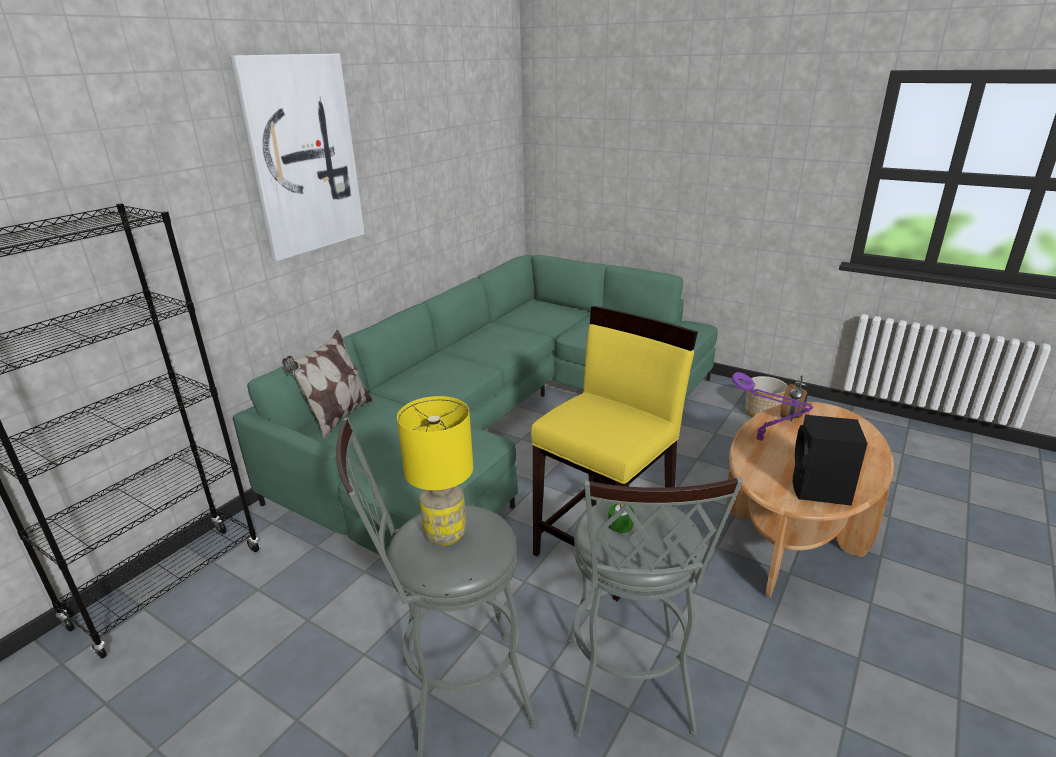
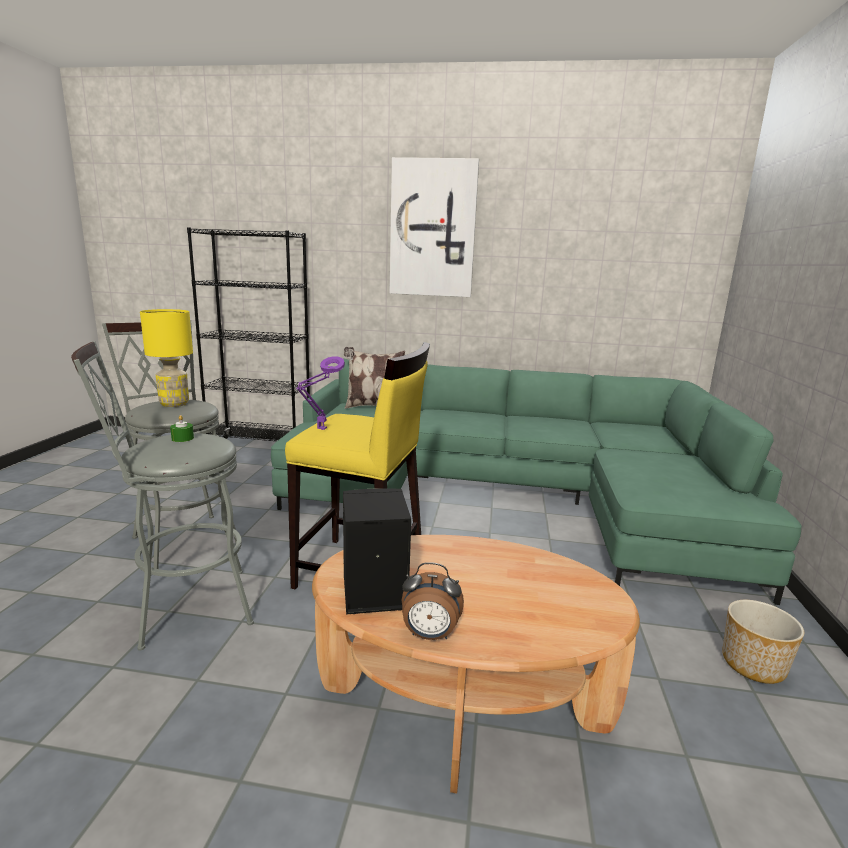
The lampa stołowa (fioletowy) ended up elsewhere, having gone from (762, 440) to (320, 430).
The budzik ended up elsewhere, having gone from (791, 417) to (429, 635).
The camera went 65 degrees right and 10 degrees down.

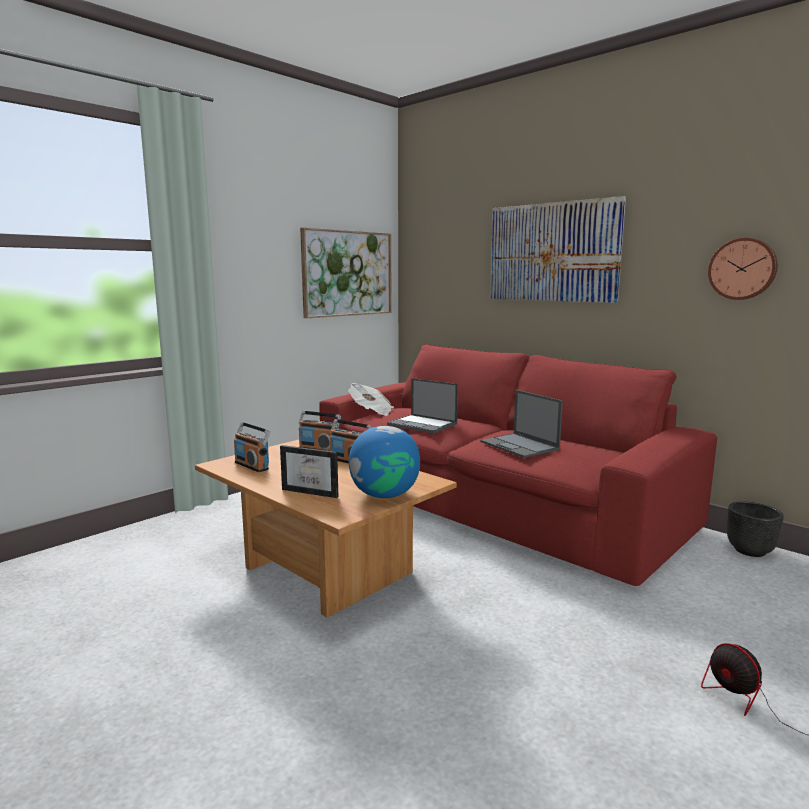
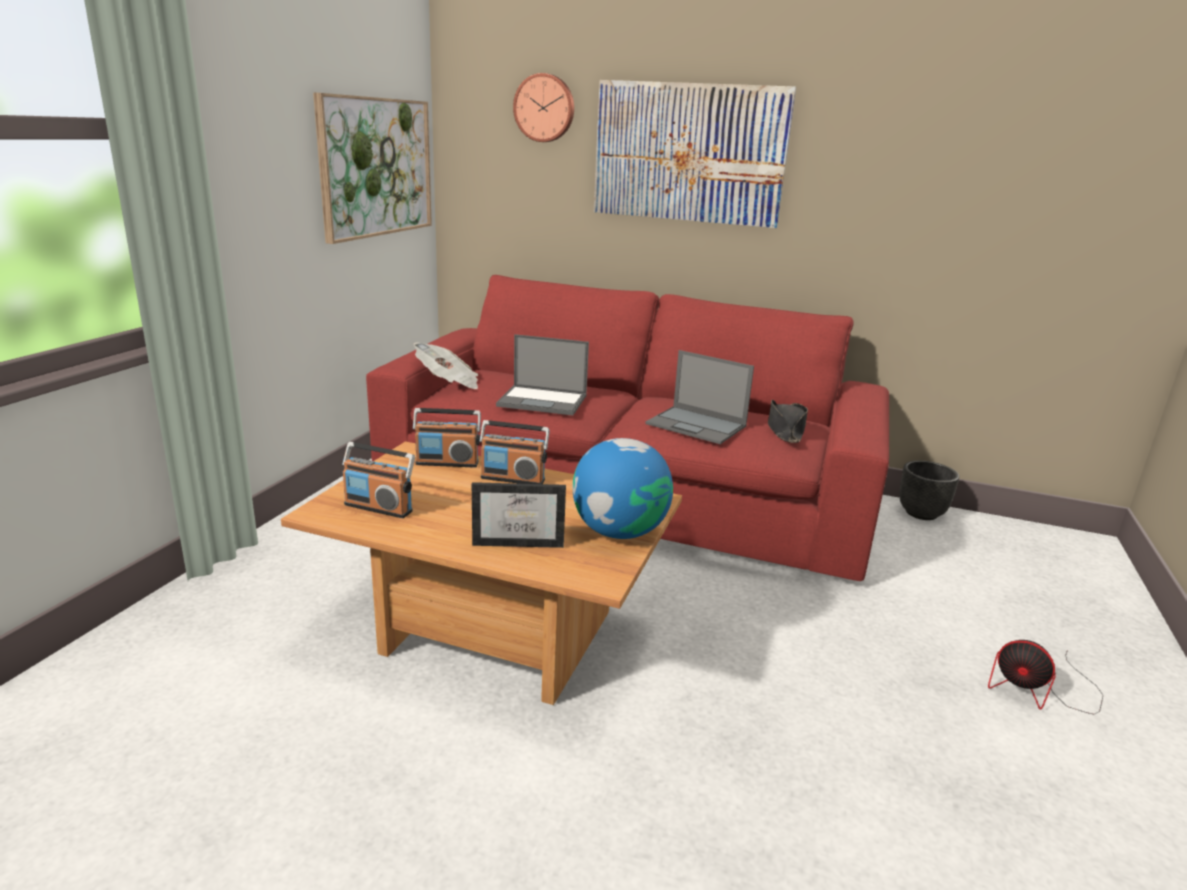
The zegar ścienny ended up elsewhere, having gone from (742, 269) to (545, 108).
The second view gained the kapelusz (czarny) at (785, 430).
The camera went 25 degrees left and 10 degrees up.

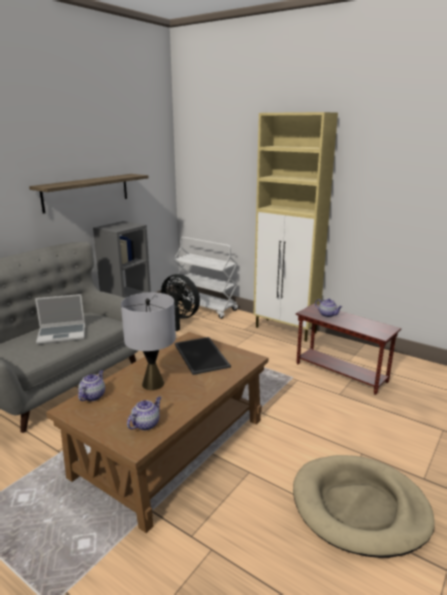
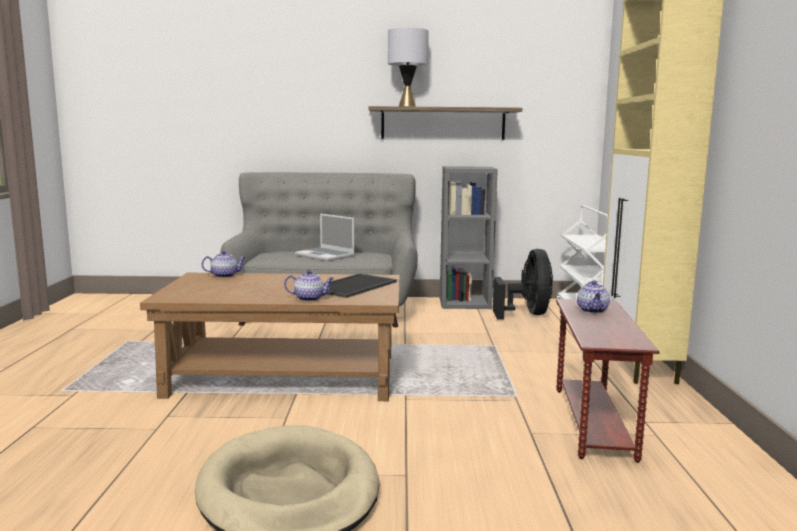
The lampa stołowa (szary) ended up elsewhere, having gone from (153, 384) to (407, 106).
The imbryk ended up elsewhere, having gone from (146, 424) to (310, 298).
The camera went 55 degrees right and 10 degrees down.

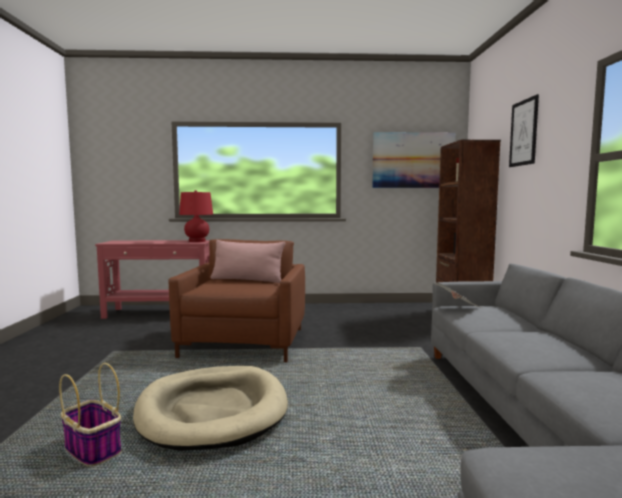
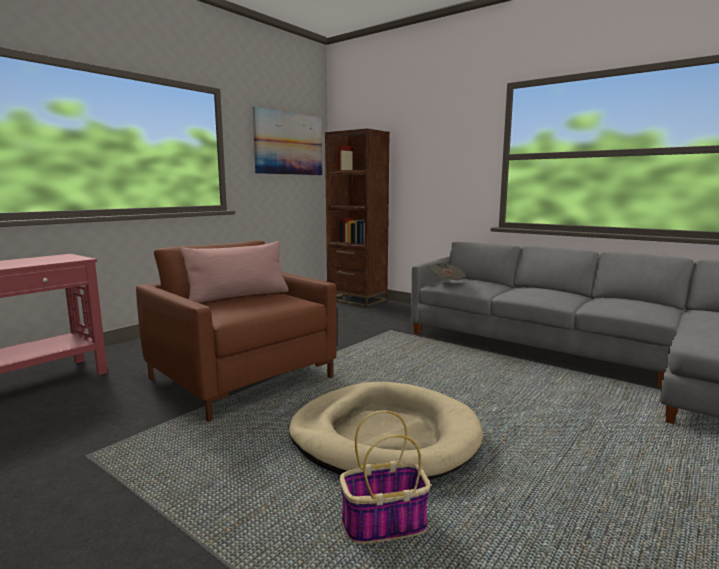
The second view lost the lampa stołowa (czerwony) at (197, 241).
The second view lost the obraz at (523, 133).
The camera went 50 degrees left and 5 degrees up.

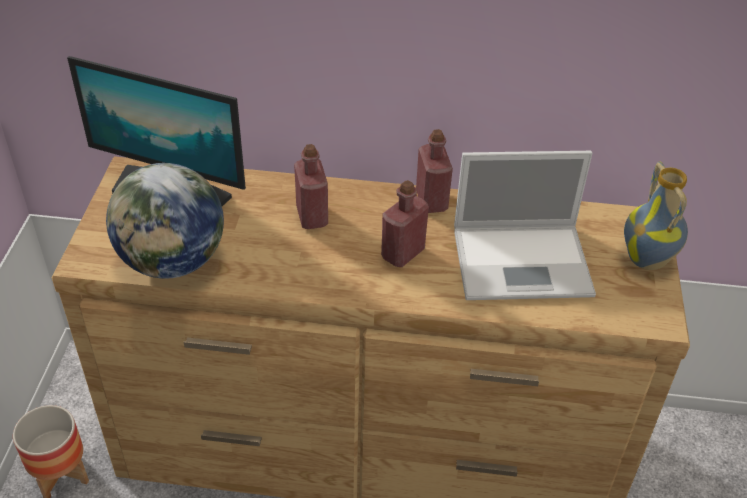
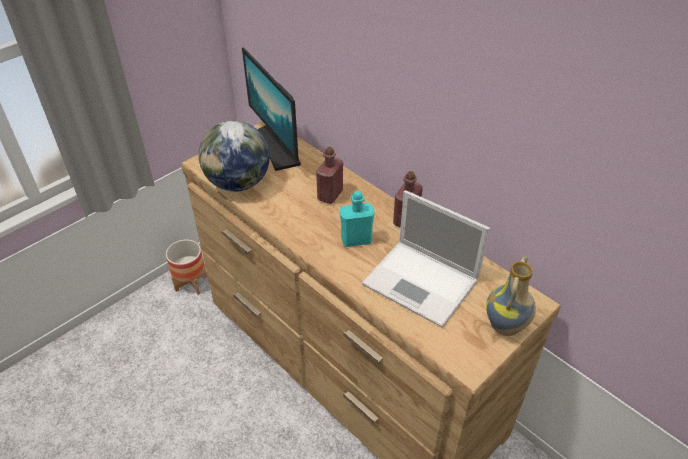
What was the butelka (czerwony) at (403, 253) turned into the butelka (turkusowy) at (356, 240).
The camera went 40 degrees right and 0 degrees up.

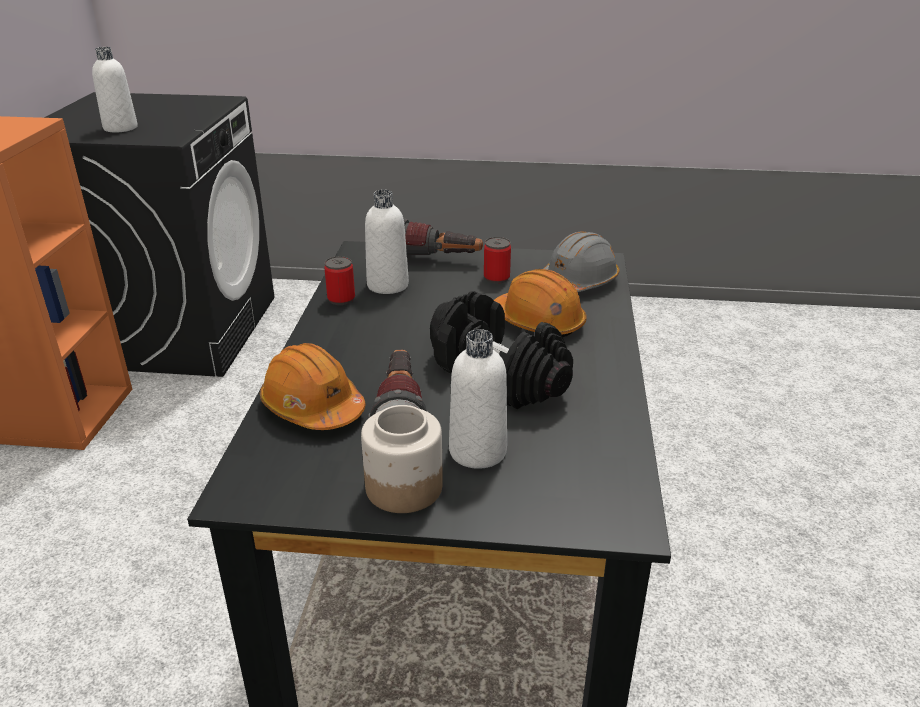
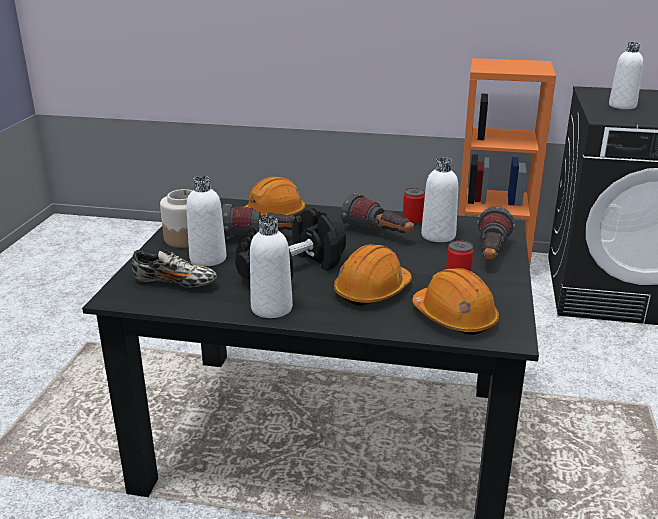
What was the kask (szary) at (578, 282) turned into the kask (pomarańczowy) at (454, 317).
The second view gained the but at (175, 283).
The second view gained the butelka (biały) at (271, 308).
The second view gained the latarka at (378, 234).
The camera went 95 degrees right and 5 degrees down.

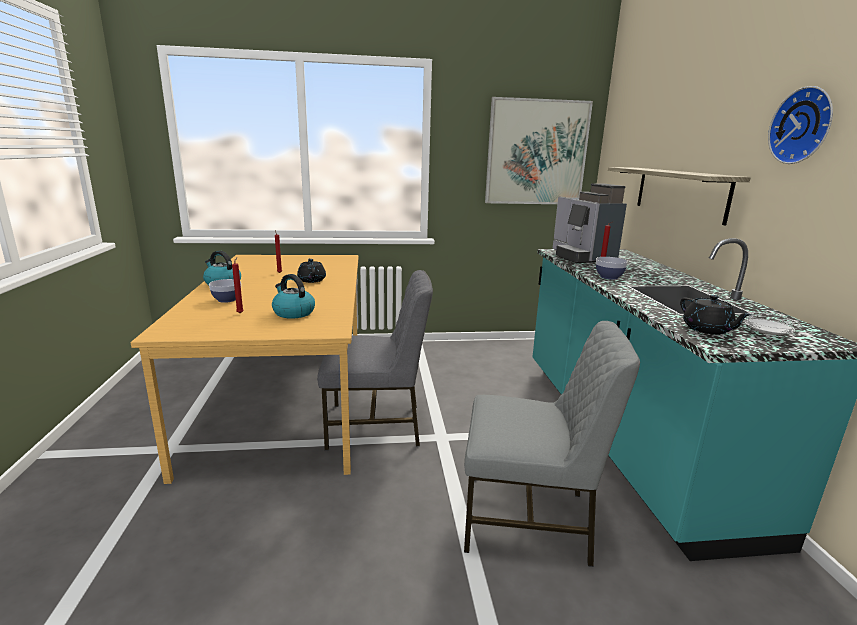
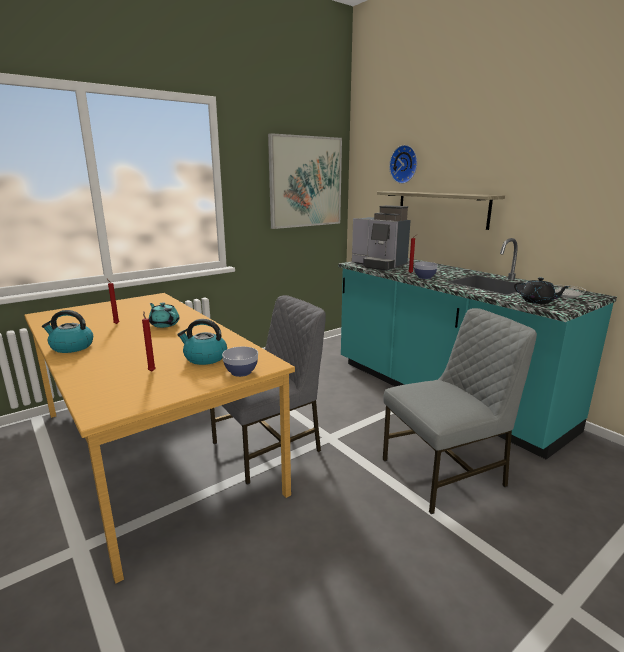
The miska ended up elsewhere, having gone from (226, 300) to (241, 372).
What was the imbryk (czarny) at (312, 280) turned into the imbryk (turkusowy) at (164, 324).
The zegar ścienny ended up elsewhere, having gone from (804, 126) to (405, 164).
The camera went 30 degrees left and 0 degrees up.

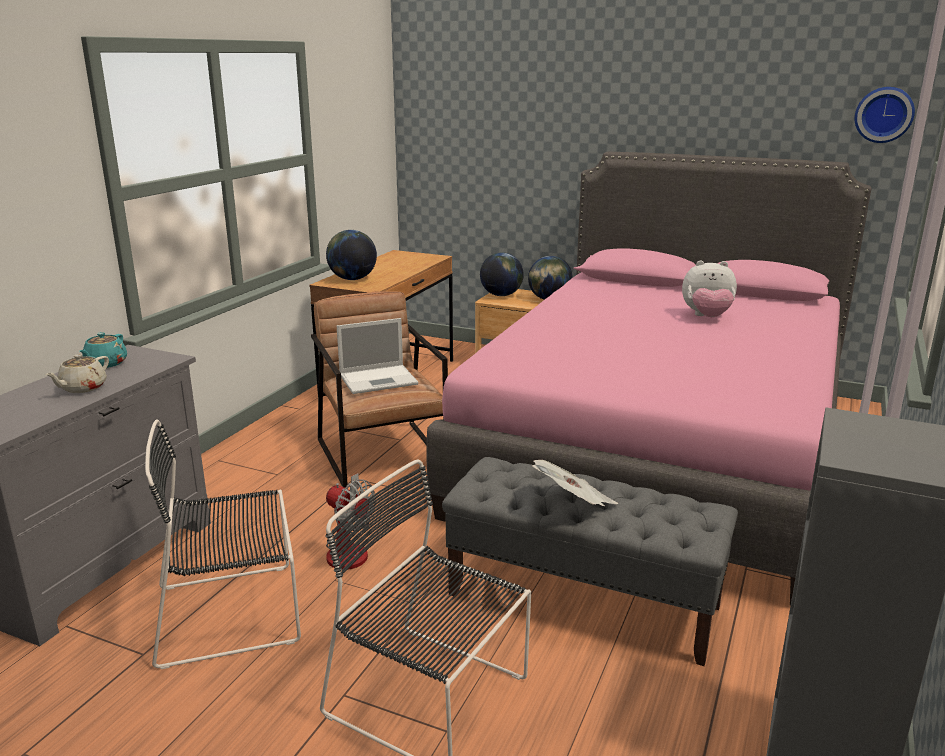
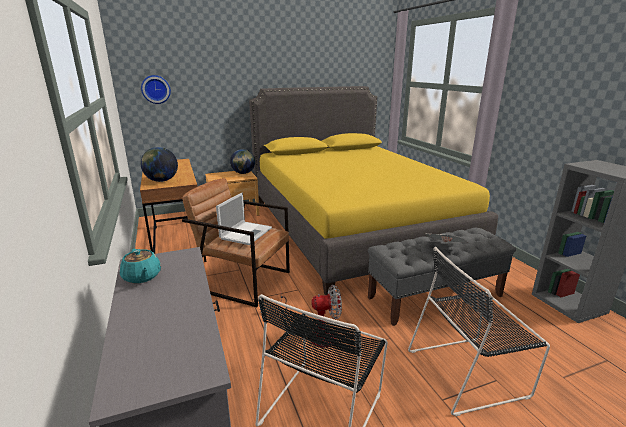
The second view lost the imbryk (beżowy) at (82, 388).
What was the łóżko (różowy) at (659, 448) turned into the łóżko (żółty) at (352, 227).
The second view lost the globus at (501, 295).
The second view lost the pluszak at (707, 317).
The zegar ścienny ended up elsewhere, having gone from (884, 114) to (156, 89).
The camera went 45 degrees left and 0 degrees up.

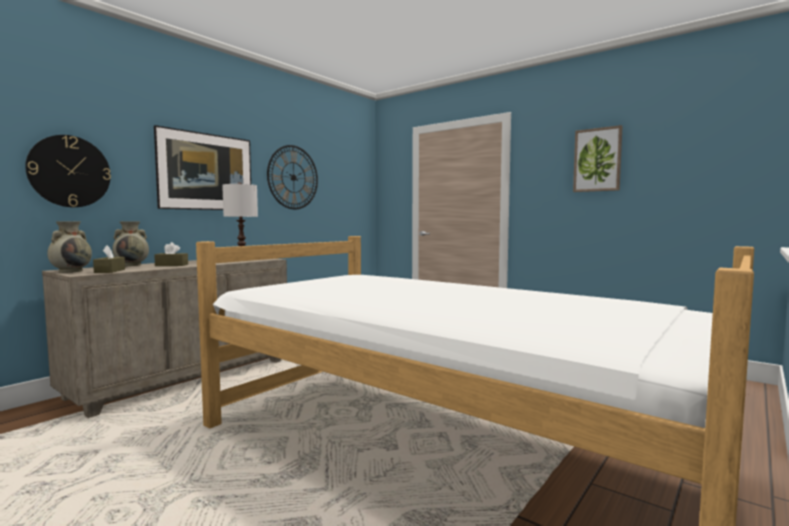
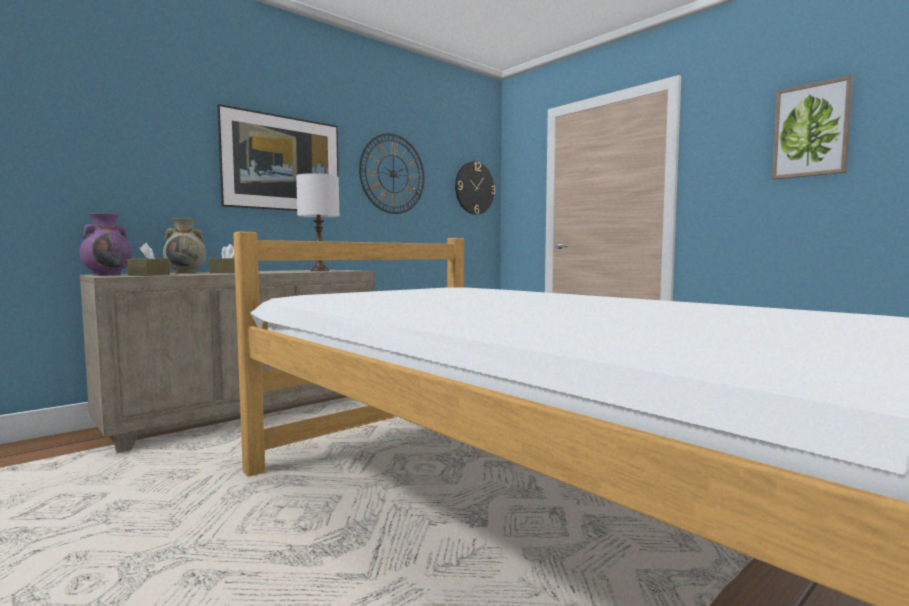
The zegar ścienny ended up elsewhere, having gone from (69, 171) to (474, 188).
What was the wazon (beżowy) at (71, 271) turned into the wazon (fioletowy) at (108, 275).
The camera went 10 degrees right and 0 degrees up.

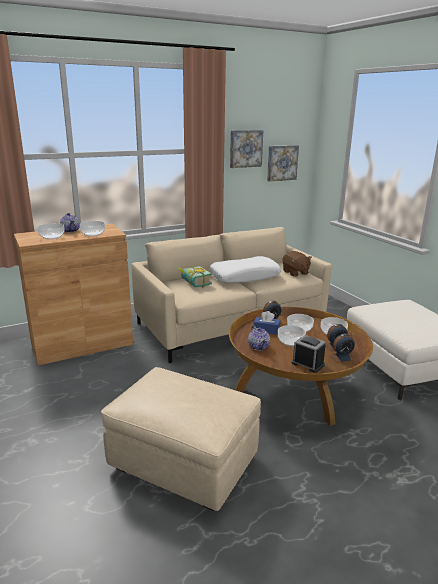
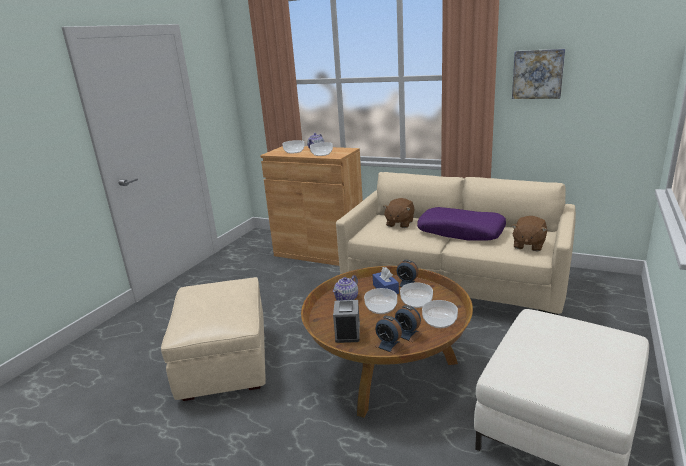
Where the książka stood at (193, 284), the pluszak (brązowy) came to stand at (399, 223).
What was the poduszka (biały) at (244, 277) turned into the poduszka (fioletowy) at (461, 232).
The second view lost the obraz at (281, 163).
The camera went 55 degrees right and 0 degrees up.

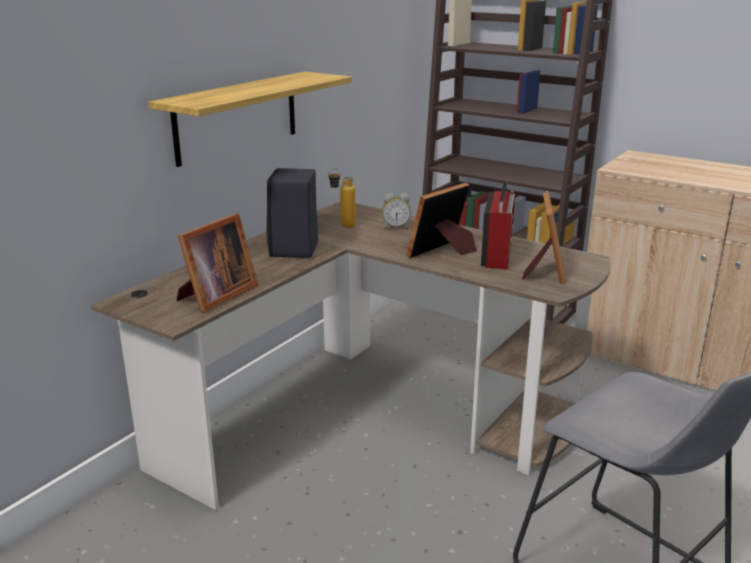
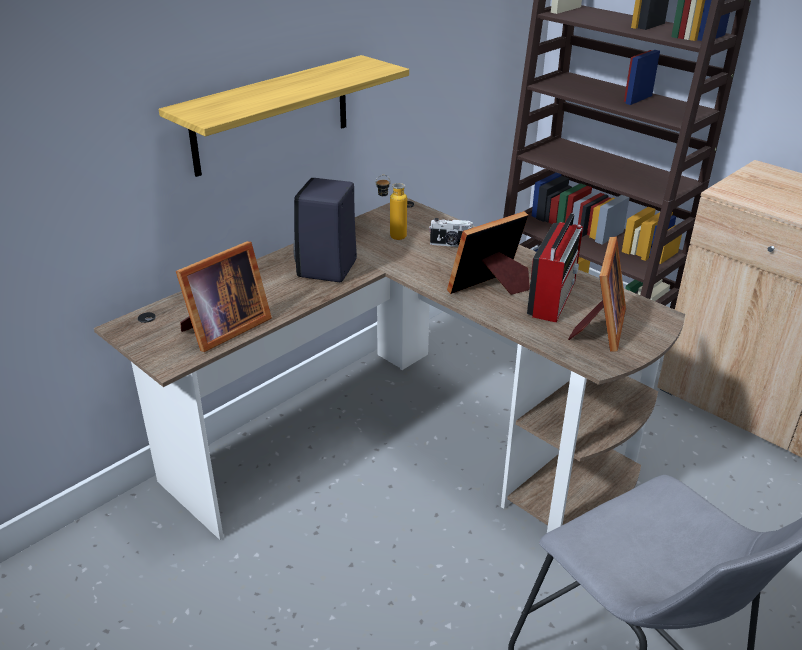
Where the budzik stood at (396, 227), the aparat fotograficzny came to stand at (450, 244).
The camera went 10 degrees right and 10 degrees up.

